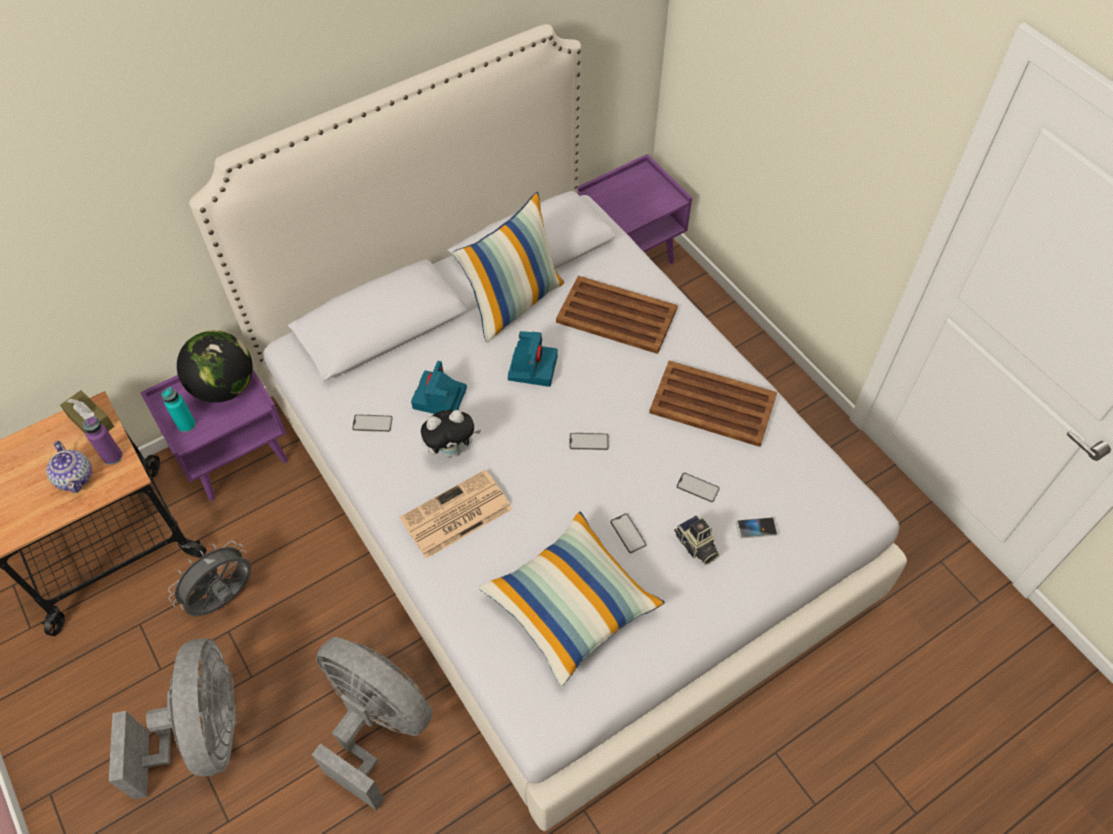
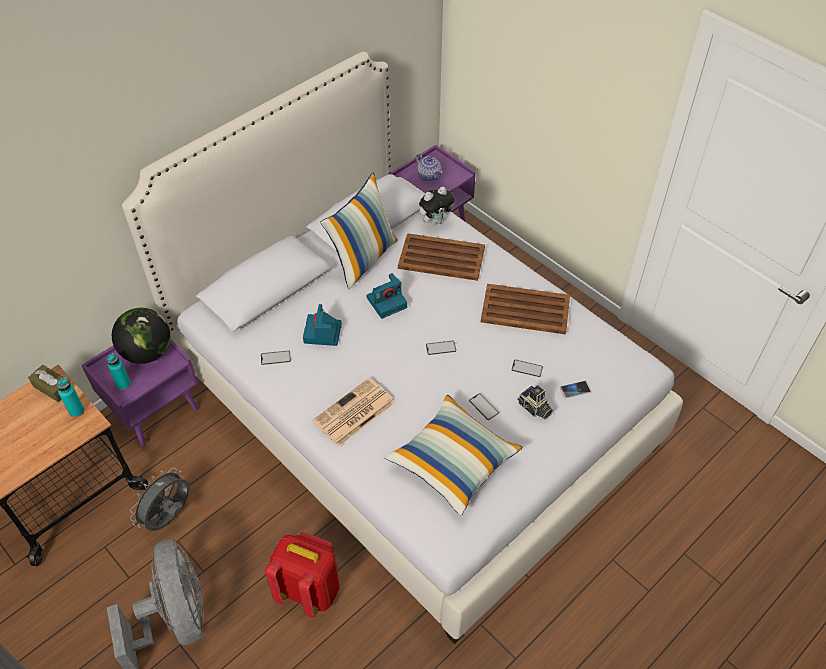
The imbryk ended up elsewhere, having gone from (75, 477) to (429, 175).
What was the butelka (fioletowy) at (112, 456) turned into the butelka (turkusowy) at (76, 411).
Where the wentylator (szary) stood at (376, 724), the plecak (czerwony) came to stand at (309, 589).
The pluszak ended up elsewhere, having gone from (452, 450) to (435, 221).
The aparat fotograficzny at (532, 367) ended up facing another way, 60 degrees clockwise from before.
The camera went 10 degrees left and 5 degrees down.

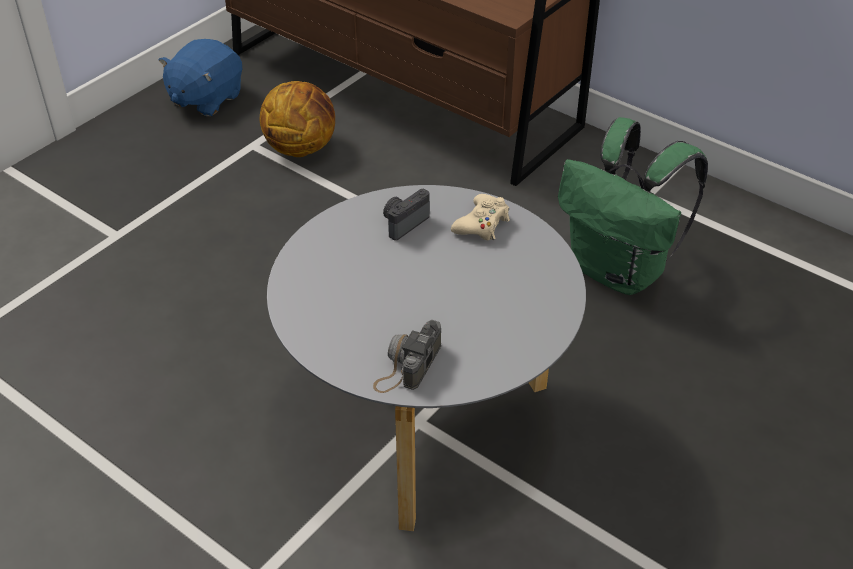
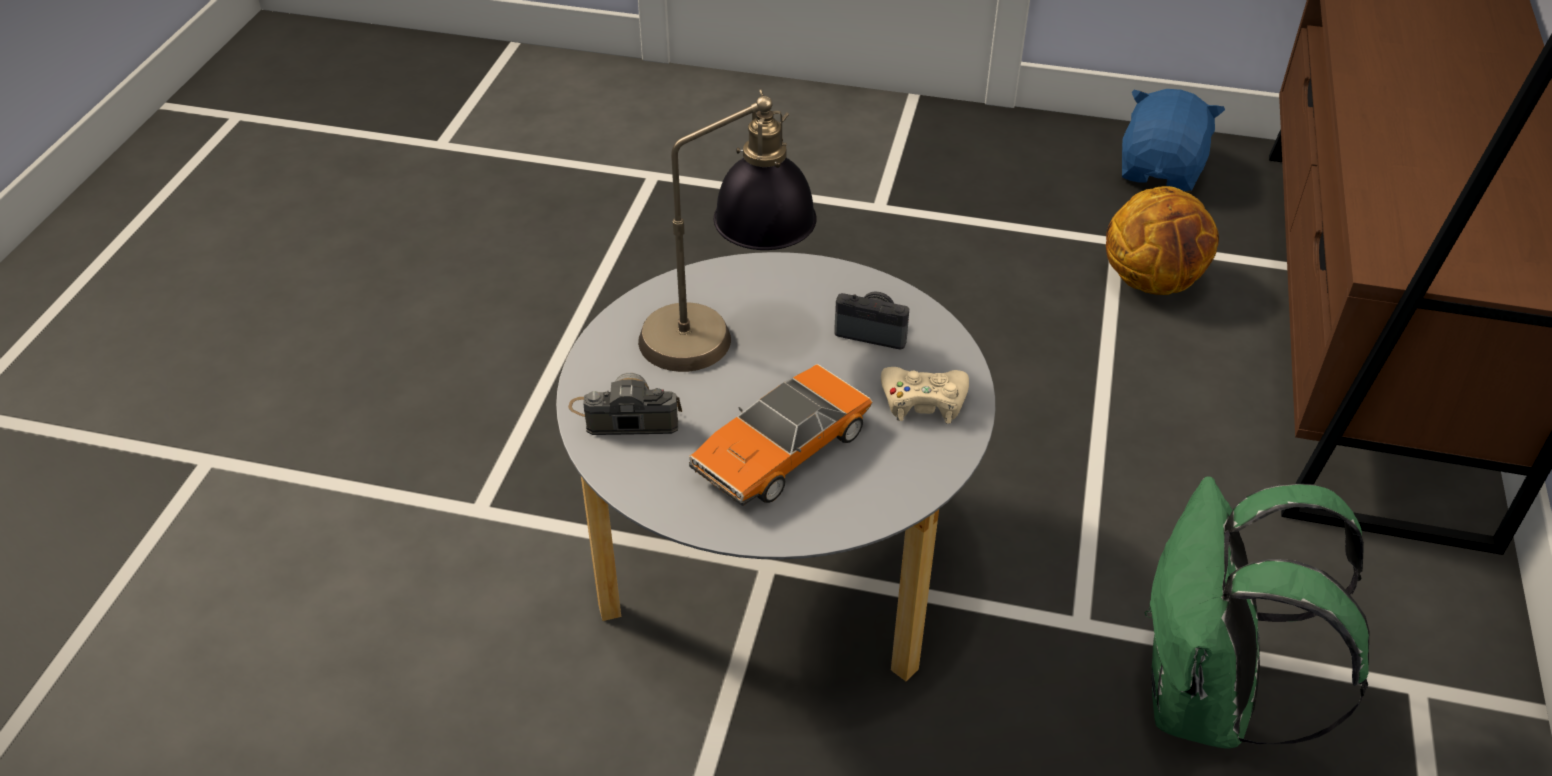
The pluszak (niebieski) at (205, 98) ended up facing another way, 105 degrees clockwise from before.
The second view gained the lampa stołowa at (726, 337).
The second view gained the samochodzik at (781, 450).
The camera went 65 degrees right and 0 degrees up.

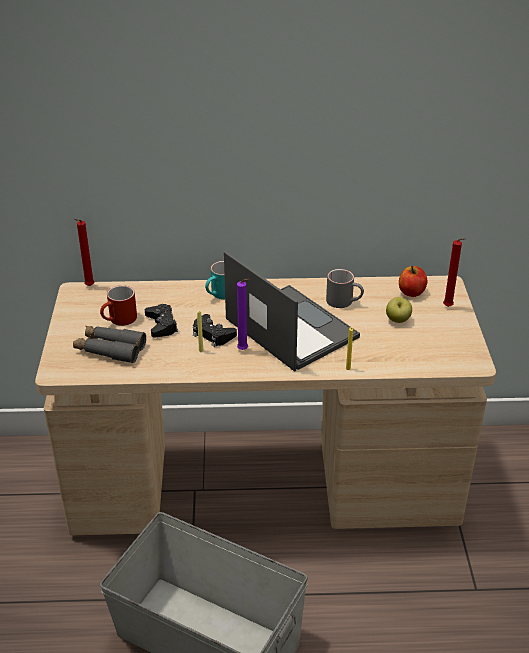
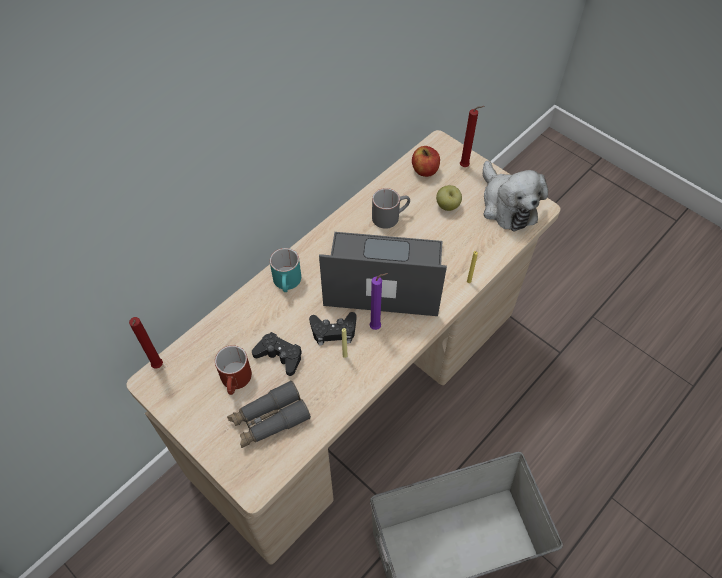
The second view gained the pluszak at (507, 205).
The camera went 45 degrees left and 20 degrees up.

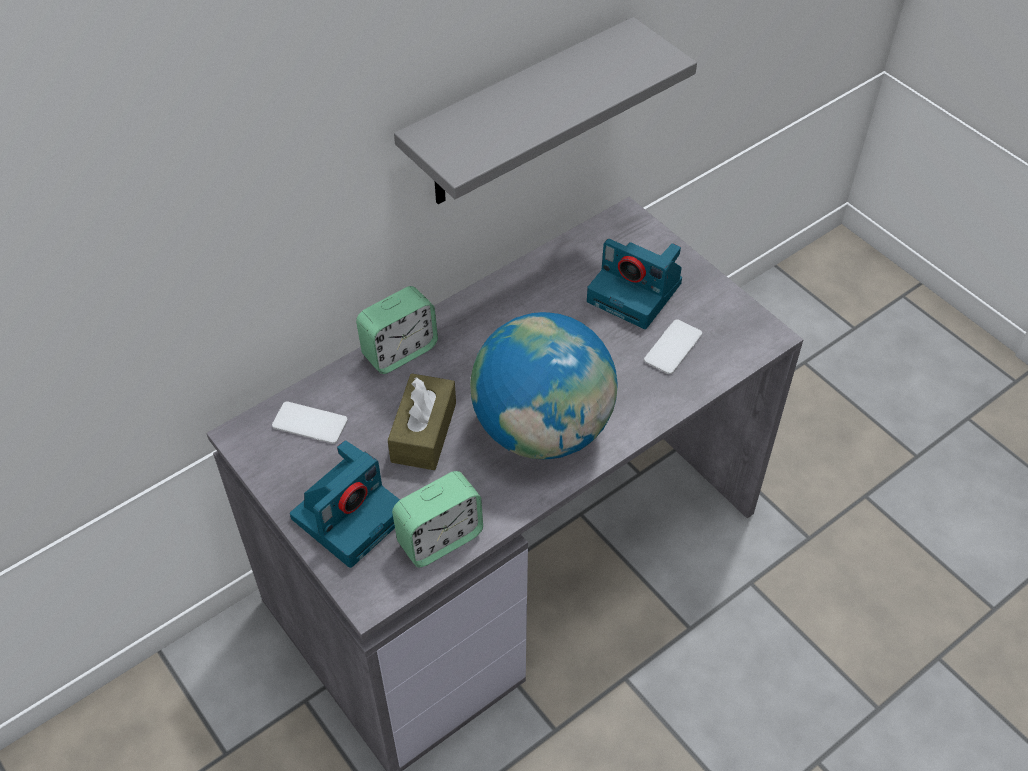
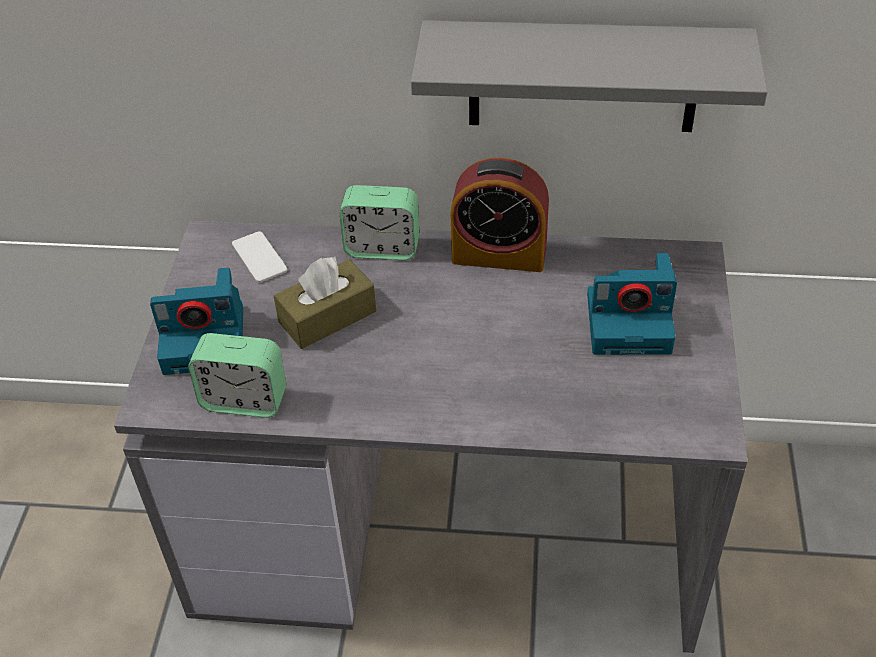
The second view lost the globus at (543, 429).
The aparat fotograficzny at (636, 292) ended up facing another way, 75 degrees counterclockwise from before.
The second view lost the telefon at (673, 347).
The second view gained the budzik at (499, 254).
The camera went 45 degrees right and 5 degrees down.

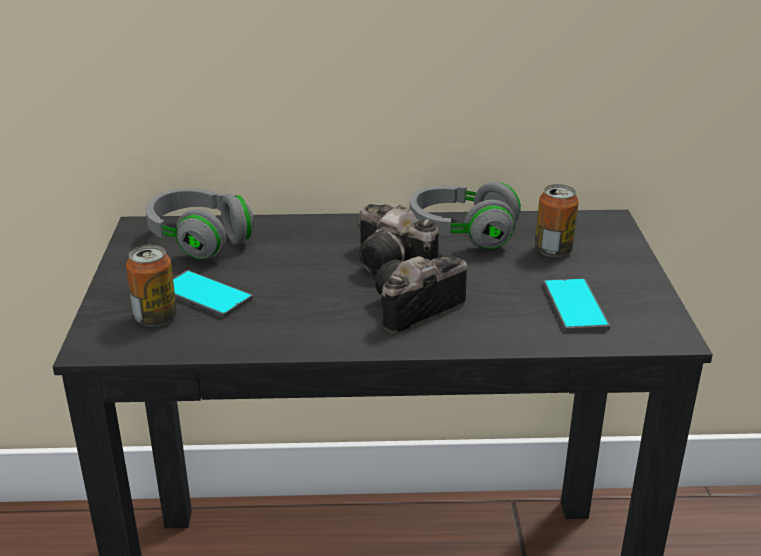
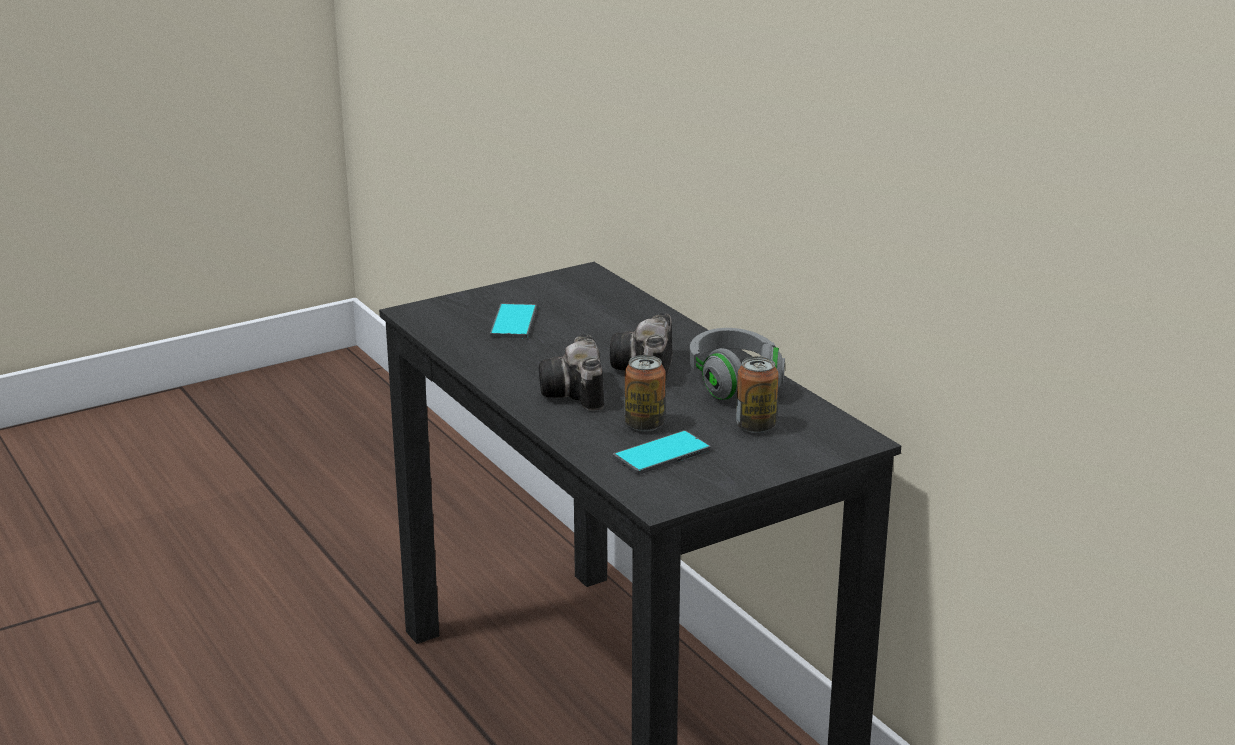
The puszka ended up elsewhere, having gone from (156, 318) to (644, 425).
The second view lost the słuchawki (szary) at (200, 240).
The aparat fotograficzny at (412, 310) ended up facing another way, 120 degrees counterclockwise from before.
The camera went 60 degrees right and 5 degrees down.

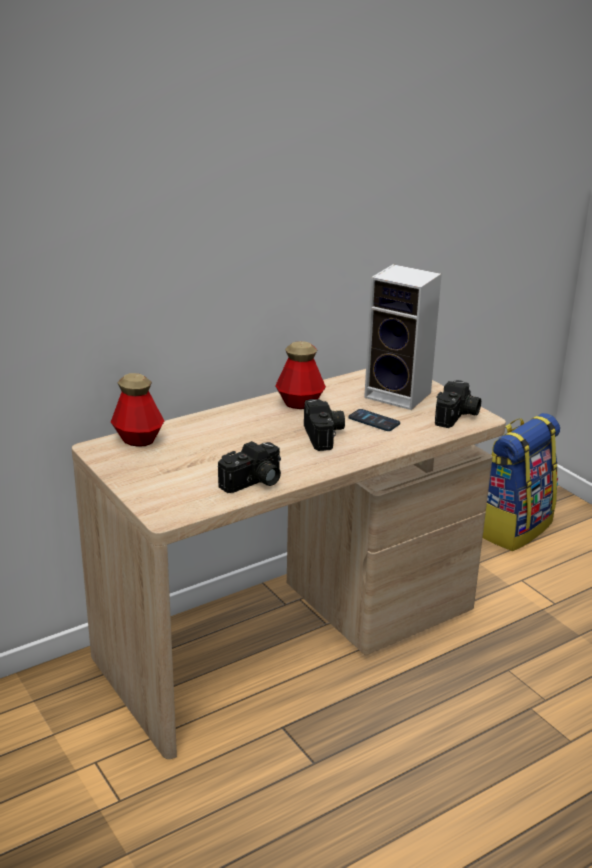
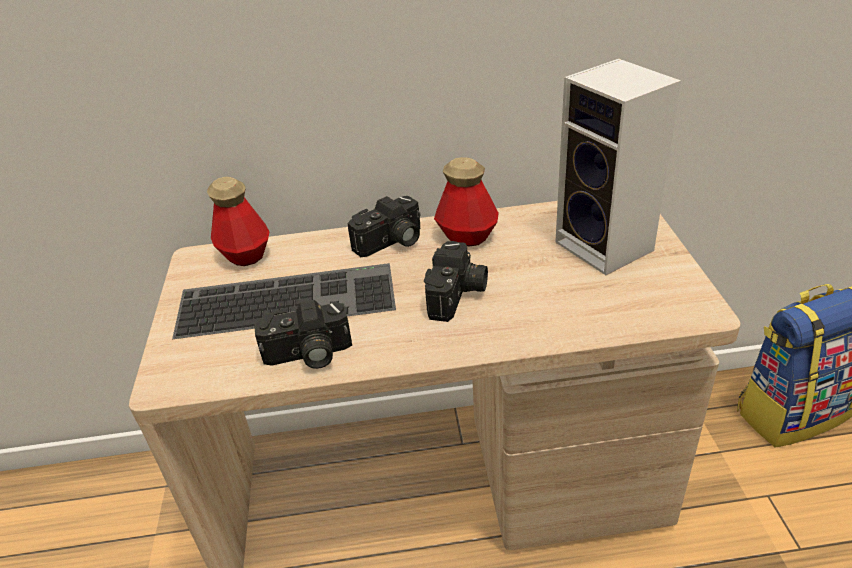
The second view lost the telefon at (374, 421).
The aparat fotograficzny ended up elsewhere, having gone from (457, 416) to (391, 243).
The second view gained the klawiatura at (289, 298).
The camera went 30 degrees right and 10 degrees up.

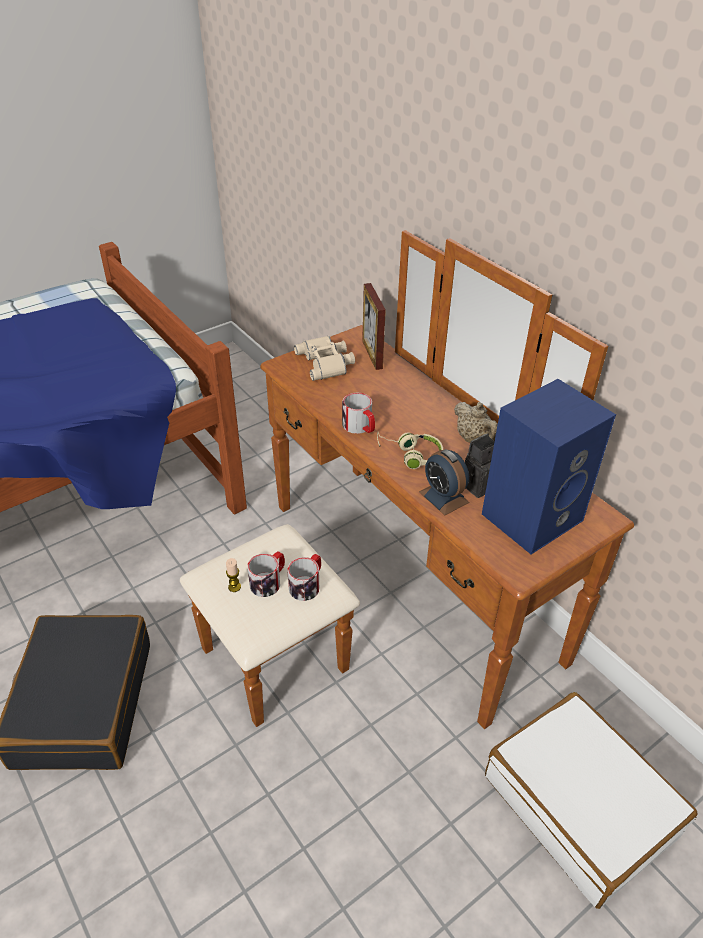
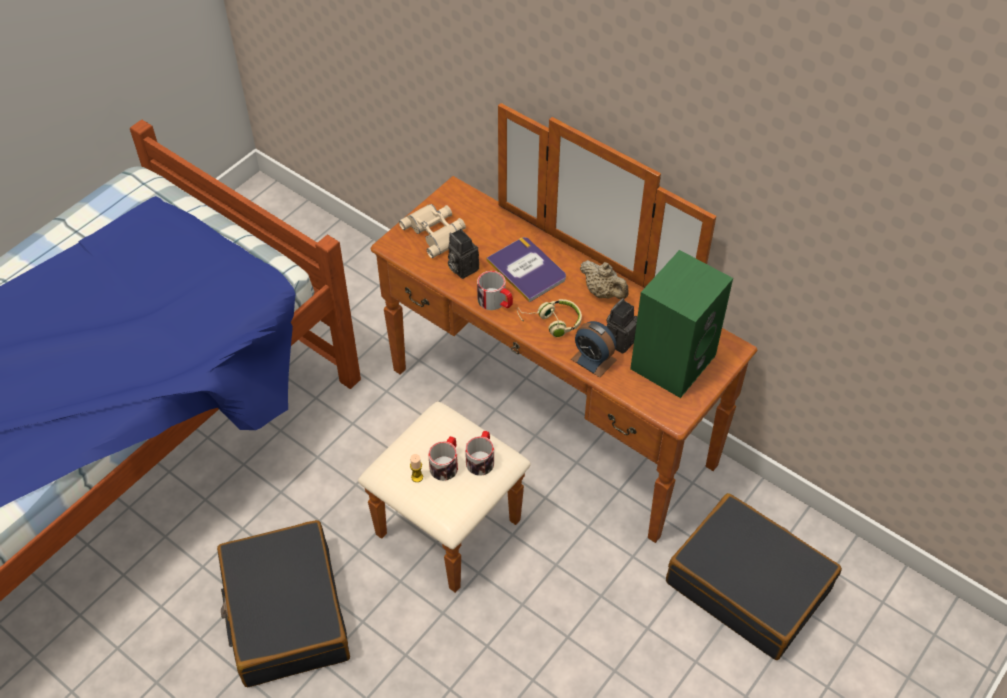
The second view lost the ramka na zdjęcie at (372, 355).
What was the głośnik (niebieski) at (532, 515) turned into the głośnik (zielony) at (672, 360).
What was the walizka (biały) at (580, 805) turned into the walizka (czarny) at (748, 585).
The second view gained the aparat fotograficzny at (461, 268).
The second view gained the książka at (527, 269).
The camera went 15 degrees left and 10 degrees up.

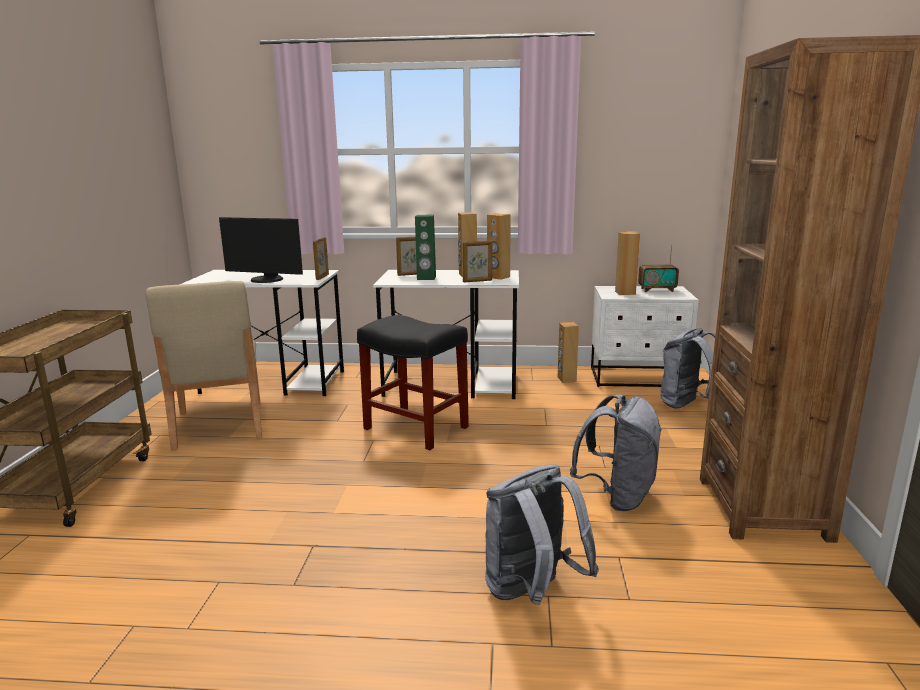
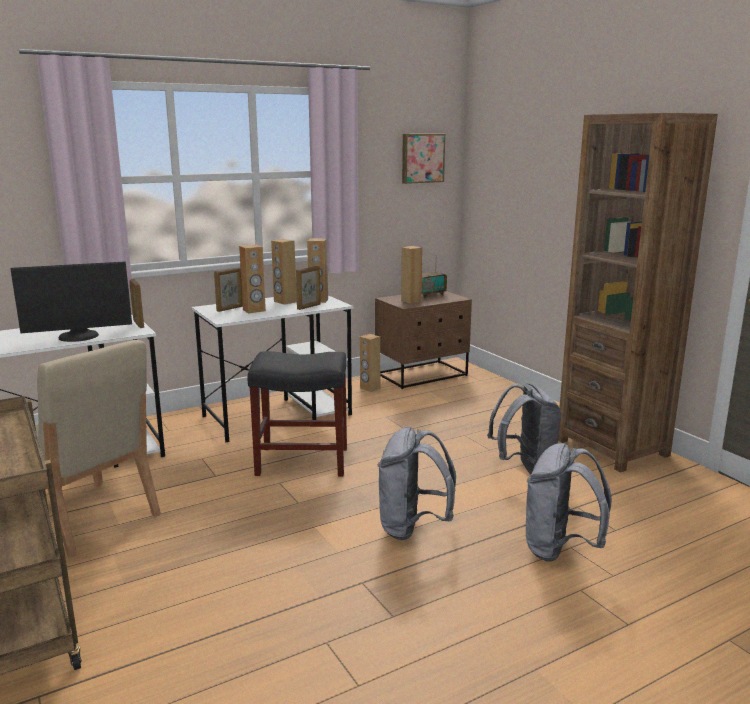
What was the głośnik (zielony) at (426, 278) turned into the głośnik (brązowy) at (254, 310).
What was the szafka nocna (biały) at (638, 378) turned into the szafka nocna (brązowy) at (422, 375).
The plecak (szary) ended up elsewhere, having gone from (688, 405) to (413, 528).
The second view gained the obraz at (422, 158).
The camera went 35 degrees left and 0 degrees up.

